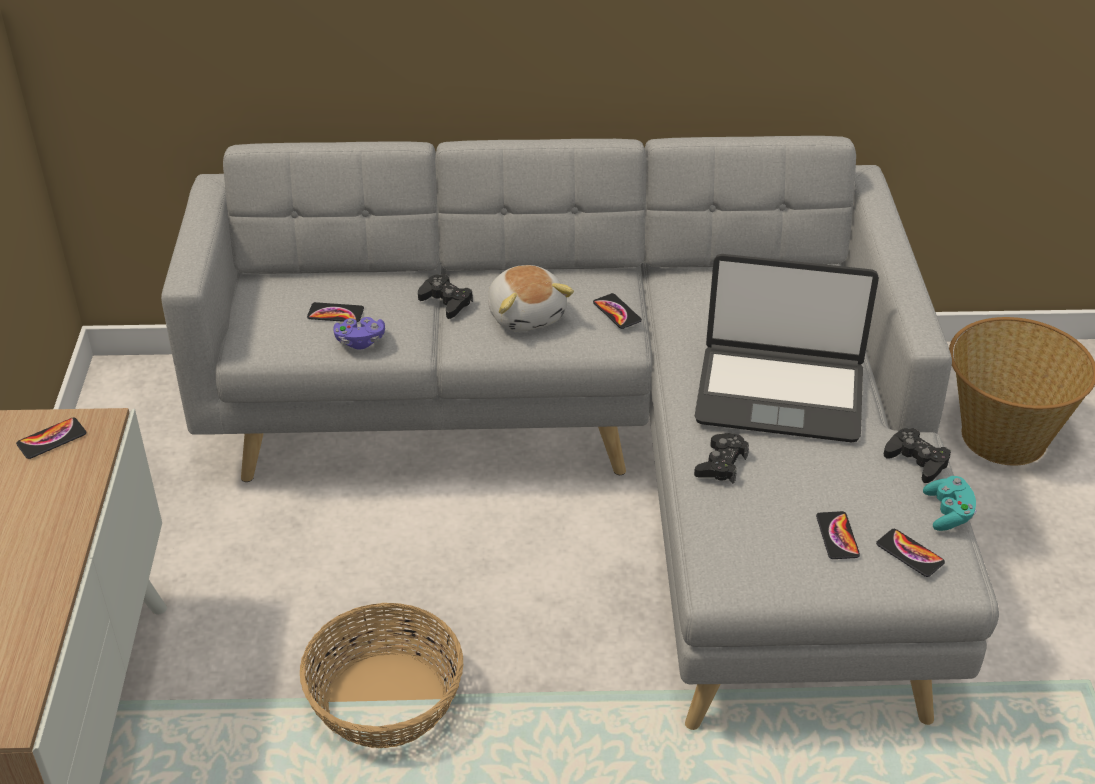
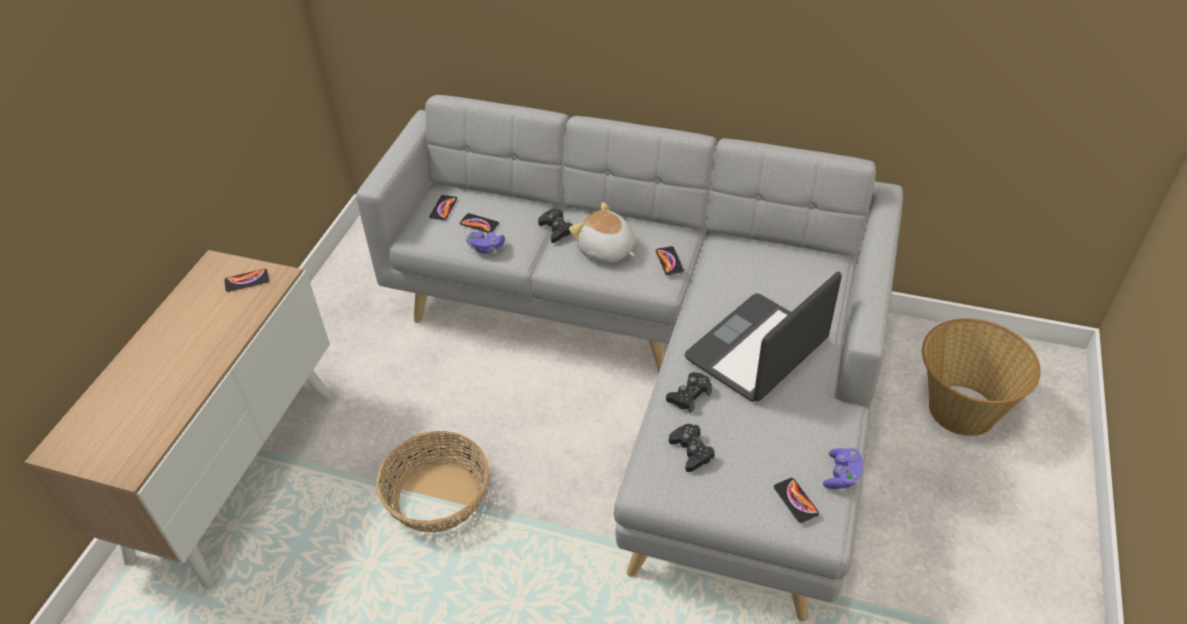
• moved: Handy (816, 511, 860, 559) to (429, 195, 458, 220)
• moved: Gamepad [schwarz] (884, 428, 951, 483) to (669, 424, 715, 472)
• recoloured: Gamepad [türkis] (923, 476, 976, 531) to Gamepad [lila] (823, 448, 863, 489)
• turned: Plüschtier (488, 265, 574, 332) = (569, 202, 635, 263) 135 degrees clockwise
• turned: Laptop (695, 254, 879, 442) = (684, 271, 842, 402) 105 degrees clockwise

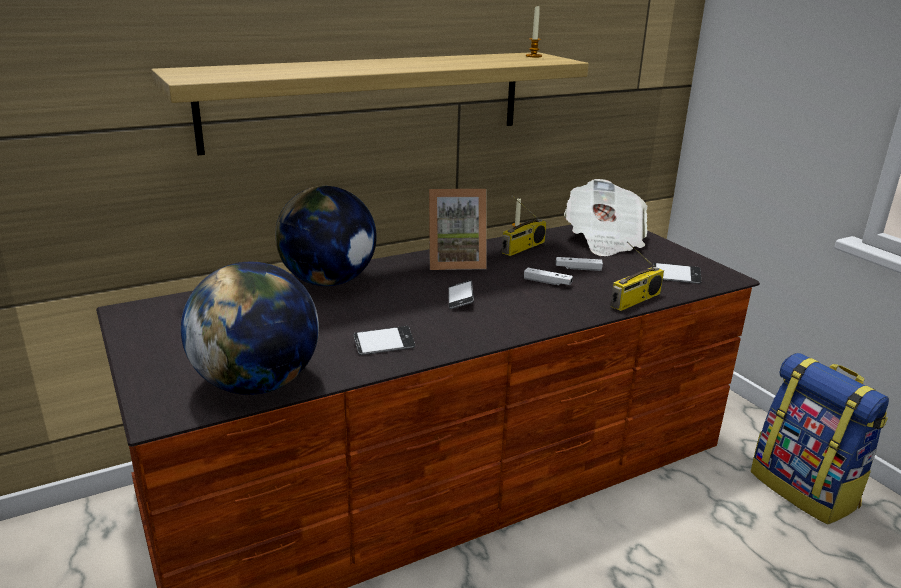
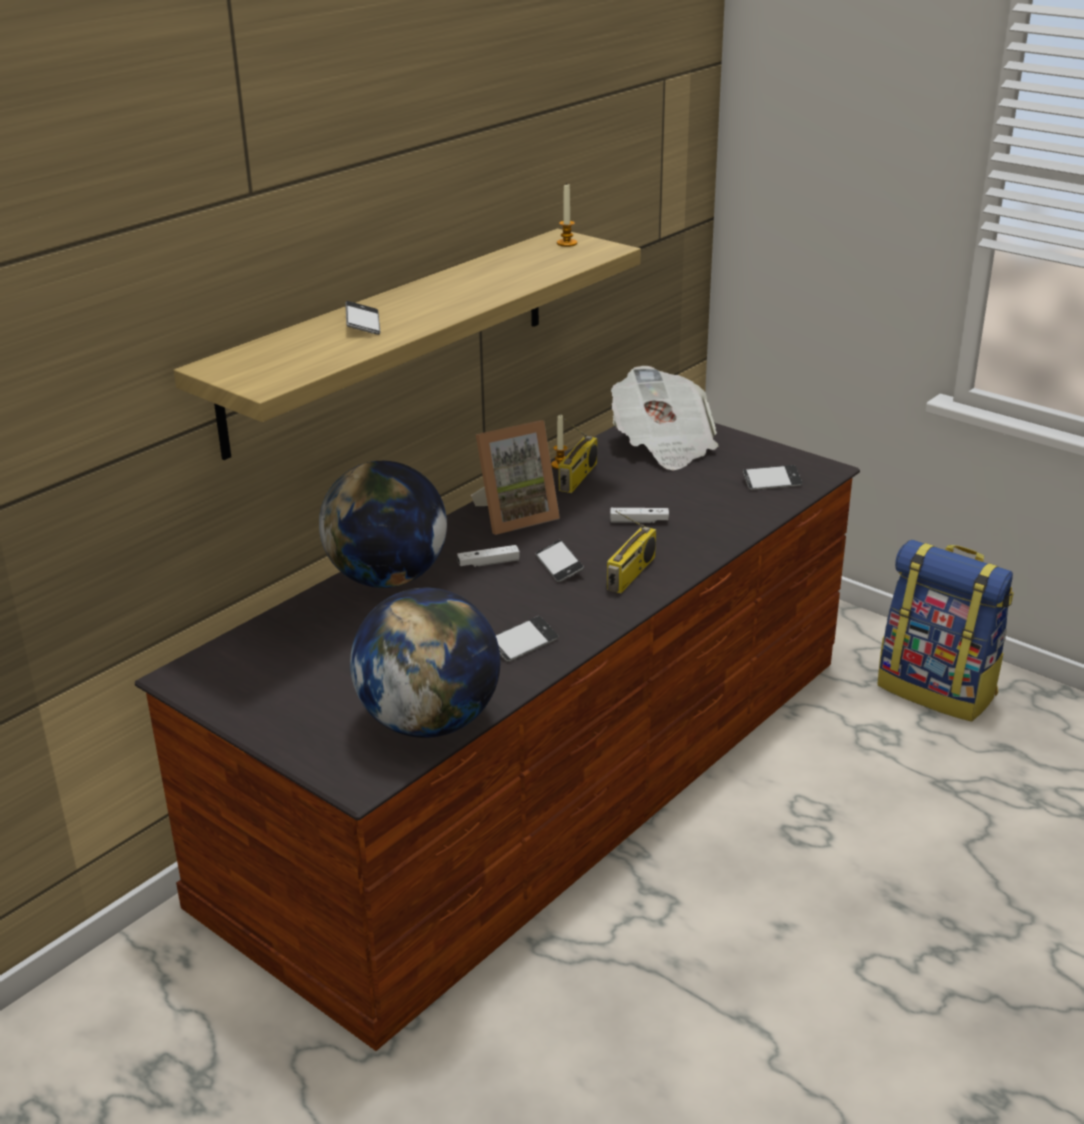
• added: Handy (345, 301, 380, 335)
• moved: Gamepad [weiß] (556, 257, 603, 271) to (457, 545, 520, 567)
• moved: Radio (610, 241, 664, 311) to (607, 511, 656, 594)

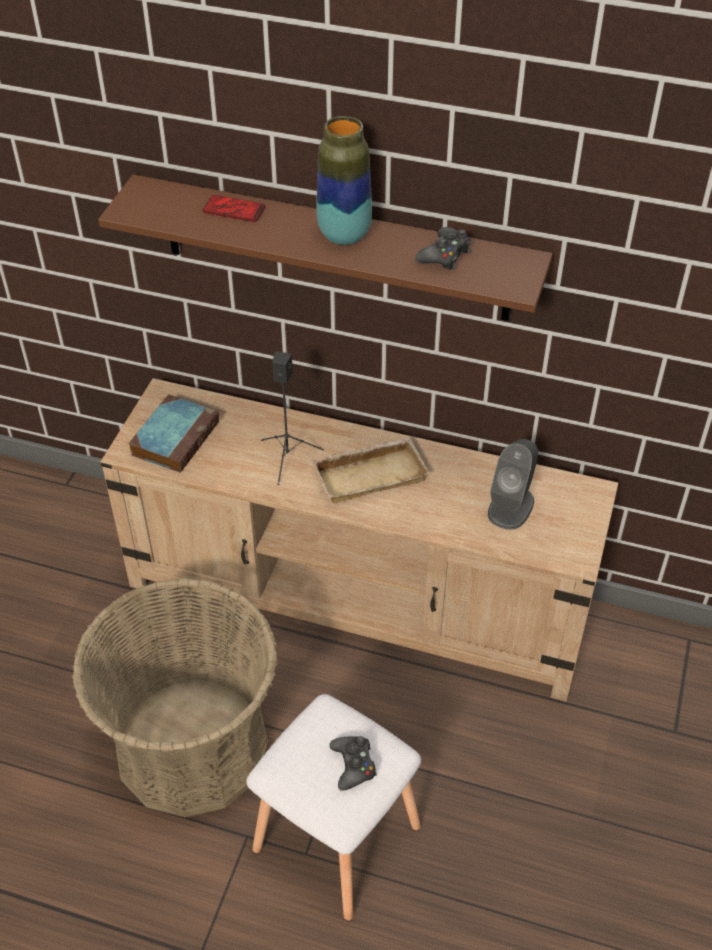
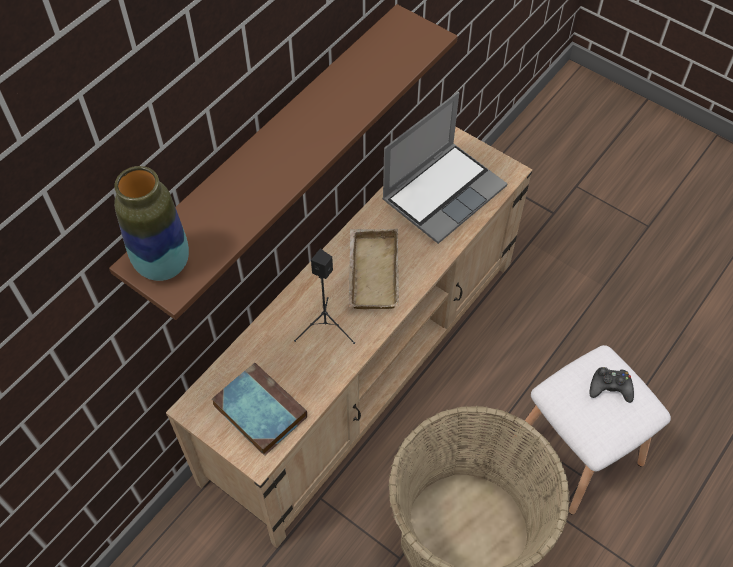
• removed: Handy (203, 195, 265, 222)
• removed: Gamepad [schwarz] (415, 227, 471, 270)
• moved: Vase (316, 116, 372, 245) to (114, 166, 189, 281)
• replaced: Lautsprecher [grau] (488, 439, 538, 530) to Laptop (382, 92, 508, 244)

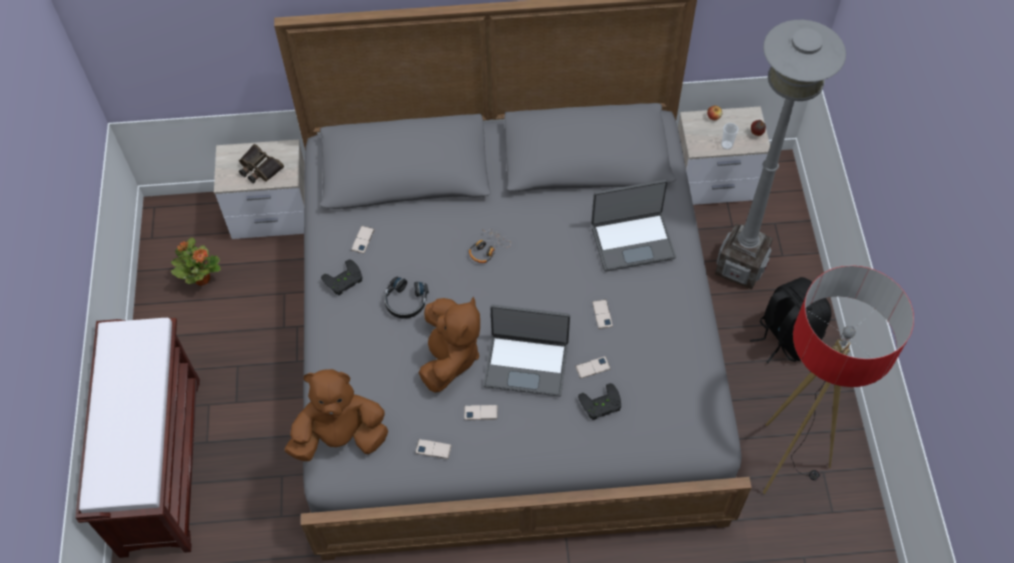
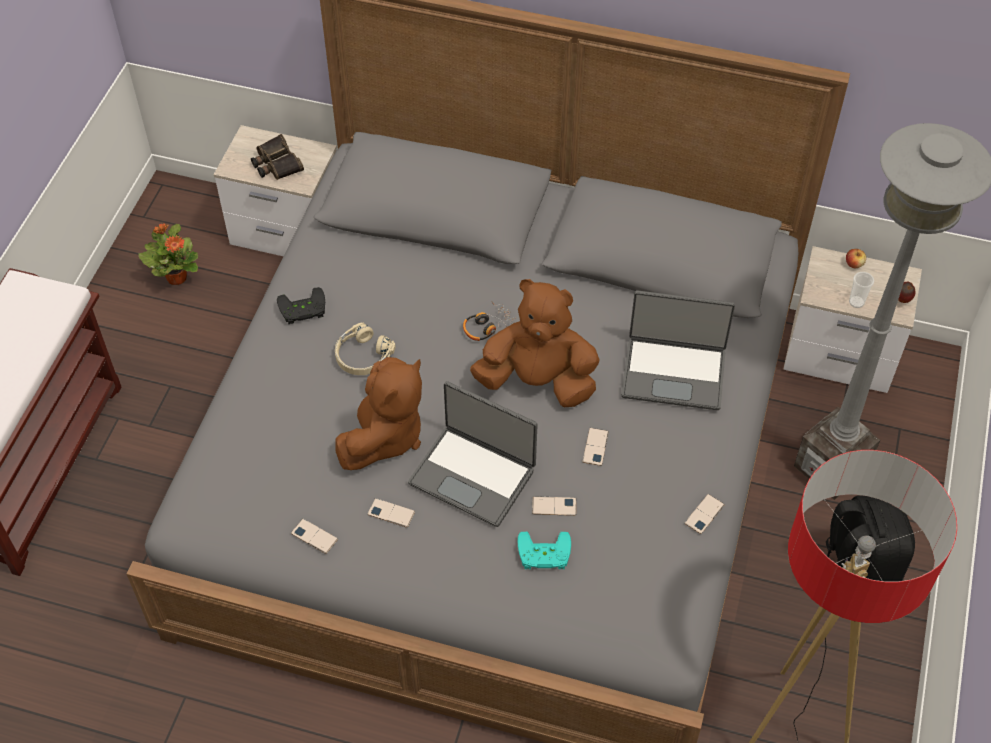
• moved: Plüschtier [braun] (285, 369, 388, 461) to (470, 279, 600, 407)
• moved: Handy (351, 226, 375, 253) to (684, 494, 725, 534)
• recoloured: Kopfhörer [schwarz] (384, 277, 429, 319) to Kopfhörer [beige] (335, 323, 395, 375)
• recoloured: Gamepad [schwarz] (578, 383, 621, 420) to Gamepad [türkis] (518, 532, 571, 569)

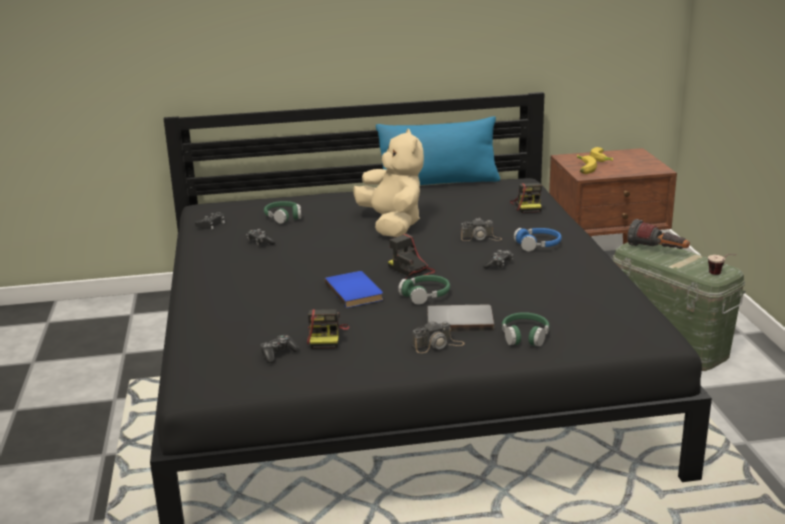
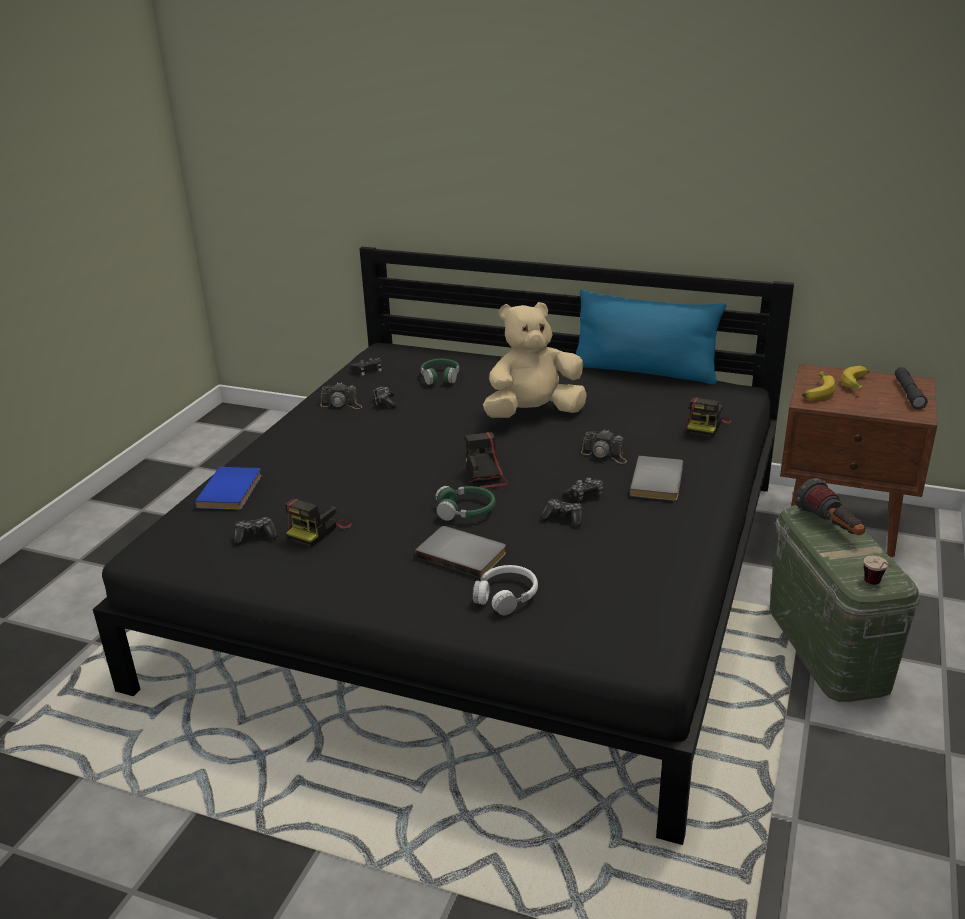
• added: Gamepad (540, 499, 582, 527)
• added: Taschenlampe [grau] (895, 367, 928, 410)
• moved: Buch [blau] (325, 271, 383, 308) to (195, 467, 262, 510)
• moved: Kamera (413, 320, 465, 353) to (320, 382, 363, 409)
• replaced: Kopfhörer [blau] (514, 228, 562, 252) to Buch [grau] (630, 456, 683, 501)
• recoloured: Kopfhörer [grün] (502, 312, 550, 347) to Kopfhörer [weiß] (473, 565, 538, 616)
• turned: Plüschtier [beige] (353, 129, 424, 237) = (483, 302, 587, 418) 120 degrees counterclockwise

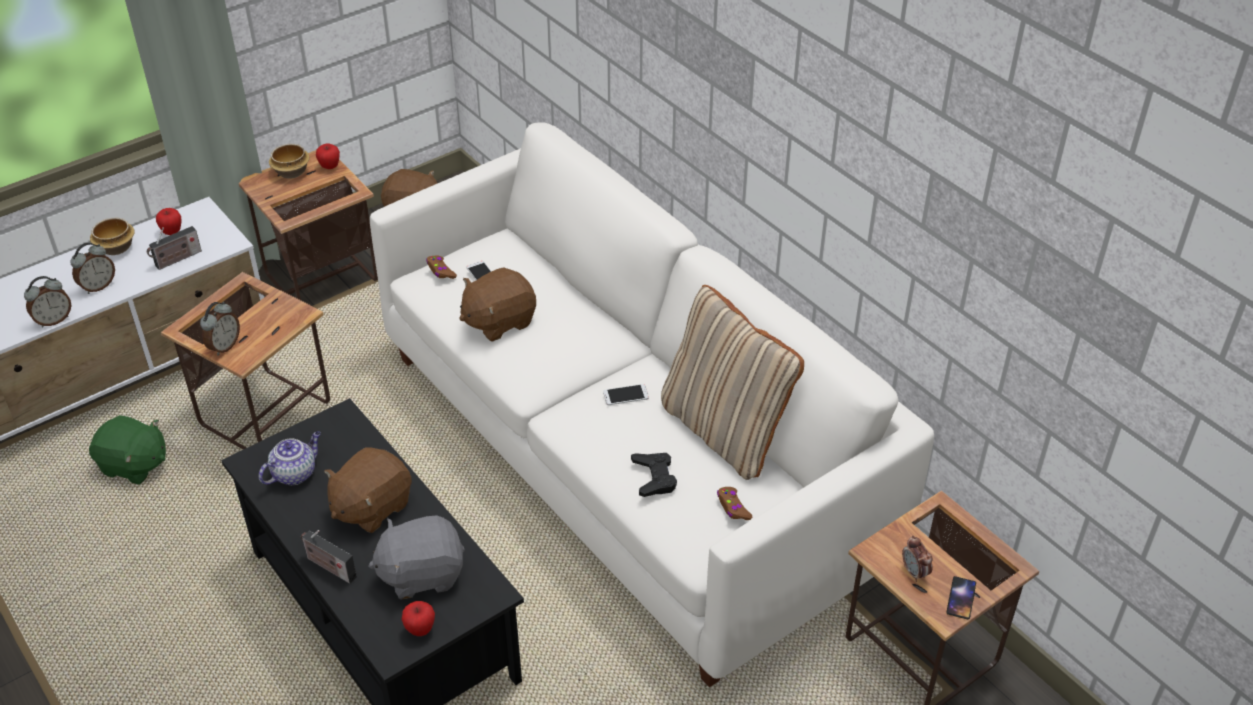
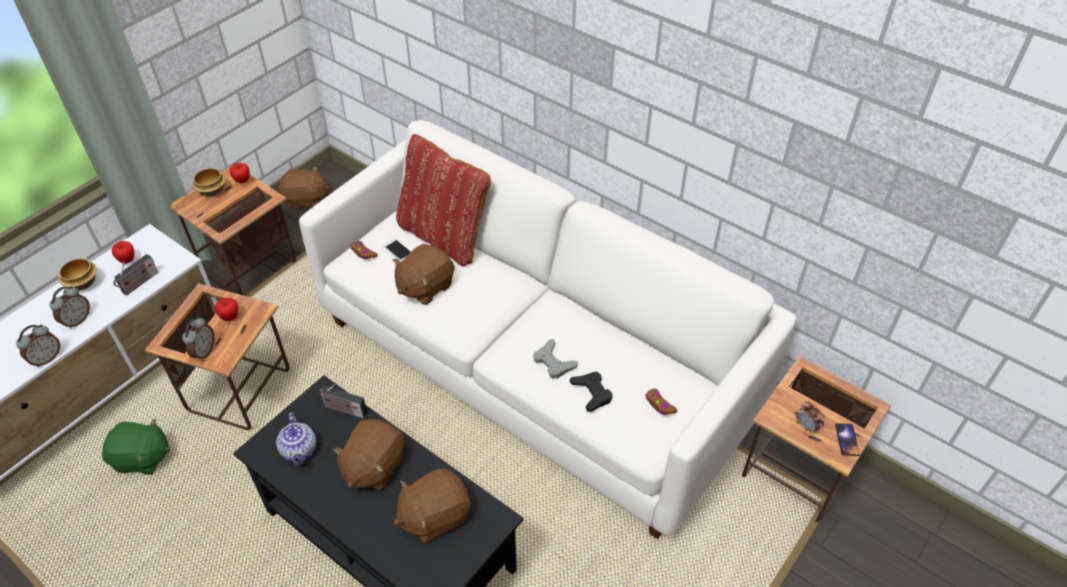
• removed: Handy (603, 384, 649, 405)
• removed: Kissen [beige] (661, 285, 804, 480)
• added: Kissen [rot] (396, 134, 491, 266)
• added: Gamepad [grau] (533, 339, 578, 379)
• moved: Radio (301, 530, 357, 584) to (318, 384, 367, 419)
• moved: Apfel (401, 601, 435, 636) to (215, 298, 238, 321)
• recoloured: Plüschtier [grau] (368, 515, 465, 599) to Plüschtier [braun] (394, 469, 471, 543)
• turned: Teekanne (259, 431, 321, 485) = (276, 412, 316, 466) 135 degrees clockwise

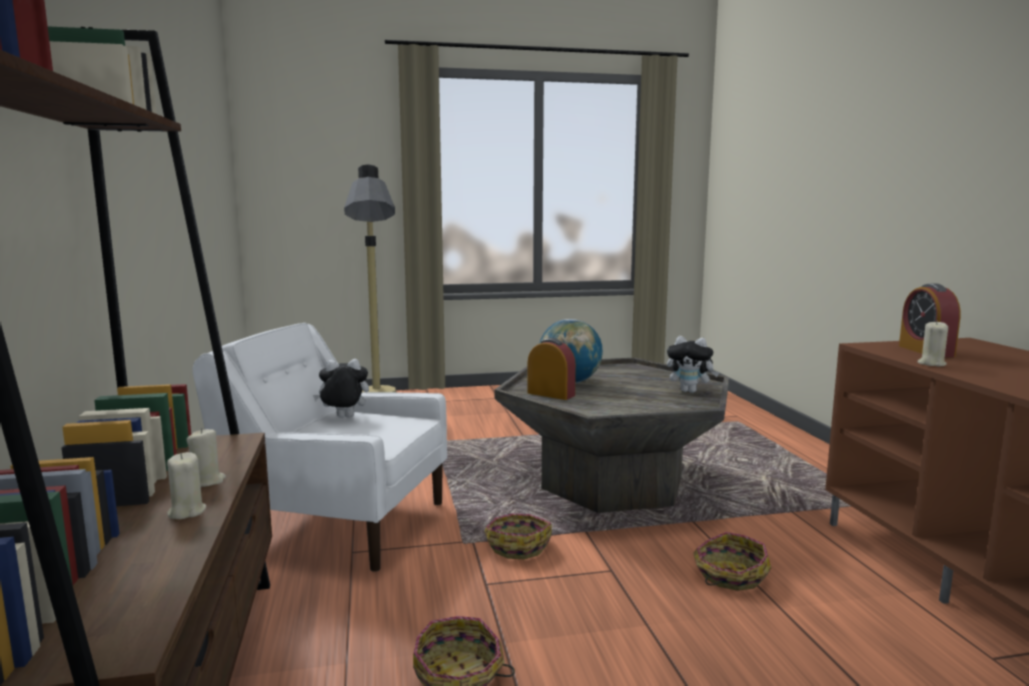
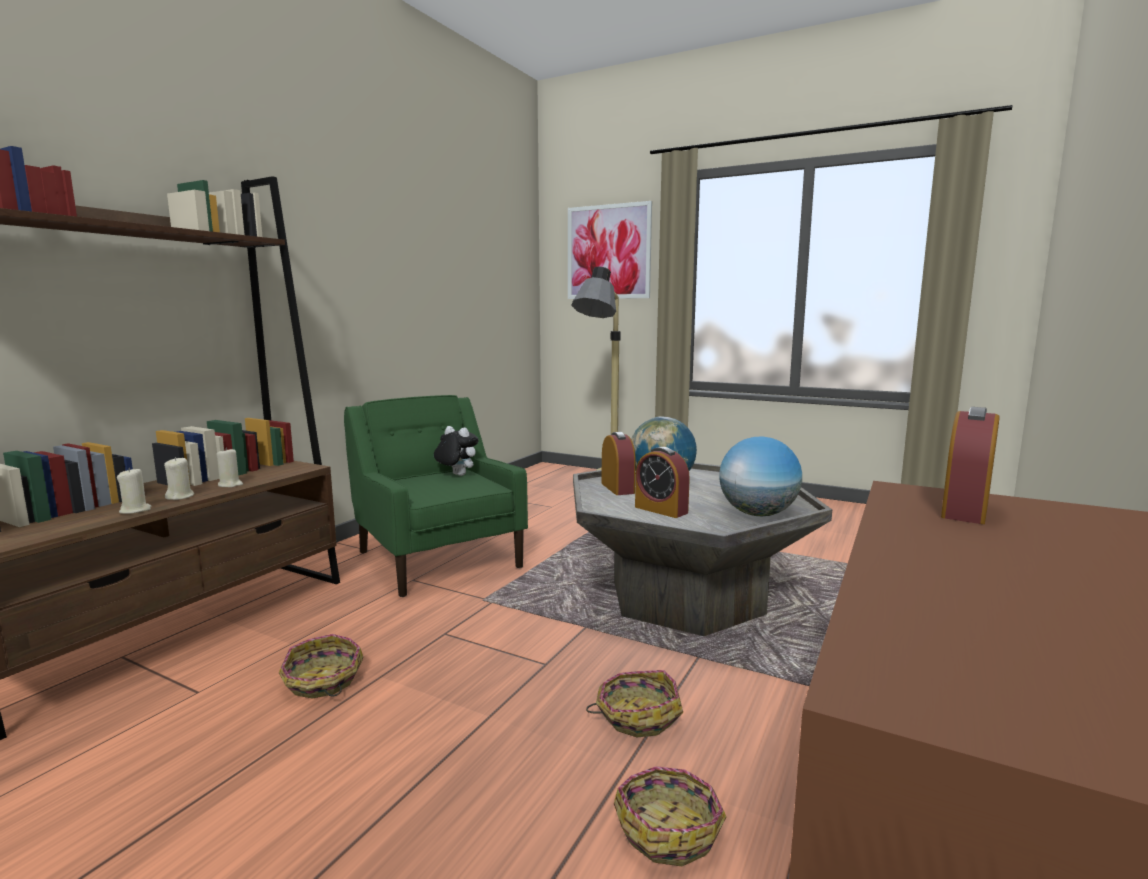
• added: Bild (568, 201, 652, 299)
• added: Wecker (635, 447, 690, 518)
• moved: Korb (484, 513, 552, 559) to (614, 766, 726, 866)
• moved: Kerze [beige] (917, 321, 948, 366) to (117, 468, 151, 514)
• replaced: Plüschtier (667, 336, 719, 393) to Globus (719, 436, 802, 516)
• recoloured: Sessel [weiß] (192, 323, 447, 572) to Sessel [grün] (344, 395, 528, 597)

